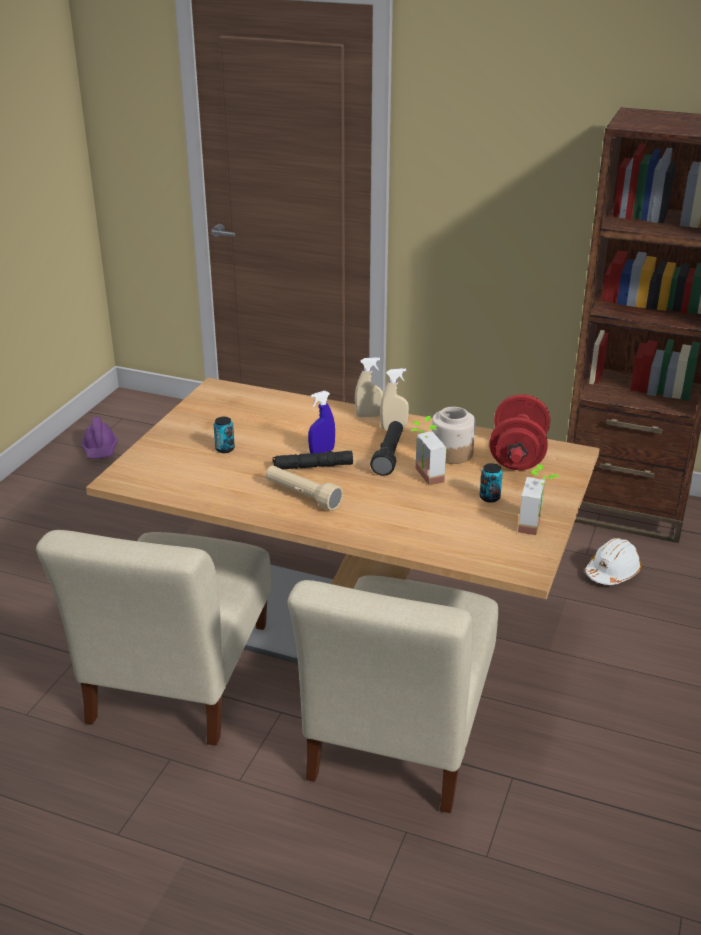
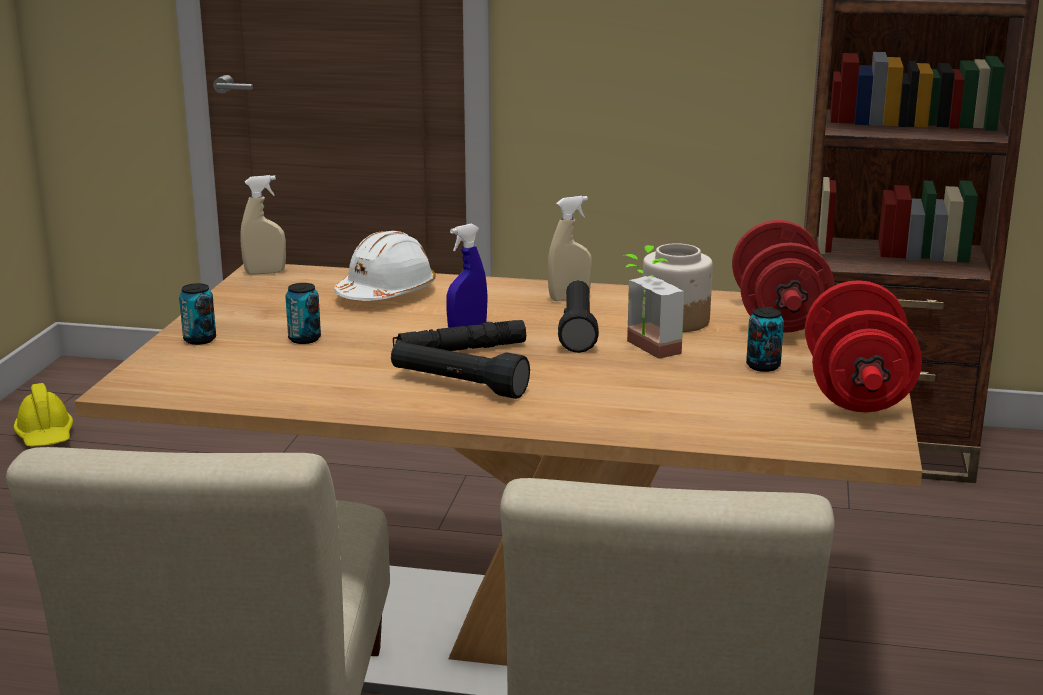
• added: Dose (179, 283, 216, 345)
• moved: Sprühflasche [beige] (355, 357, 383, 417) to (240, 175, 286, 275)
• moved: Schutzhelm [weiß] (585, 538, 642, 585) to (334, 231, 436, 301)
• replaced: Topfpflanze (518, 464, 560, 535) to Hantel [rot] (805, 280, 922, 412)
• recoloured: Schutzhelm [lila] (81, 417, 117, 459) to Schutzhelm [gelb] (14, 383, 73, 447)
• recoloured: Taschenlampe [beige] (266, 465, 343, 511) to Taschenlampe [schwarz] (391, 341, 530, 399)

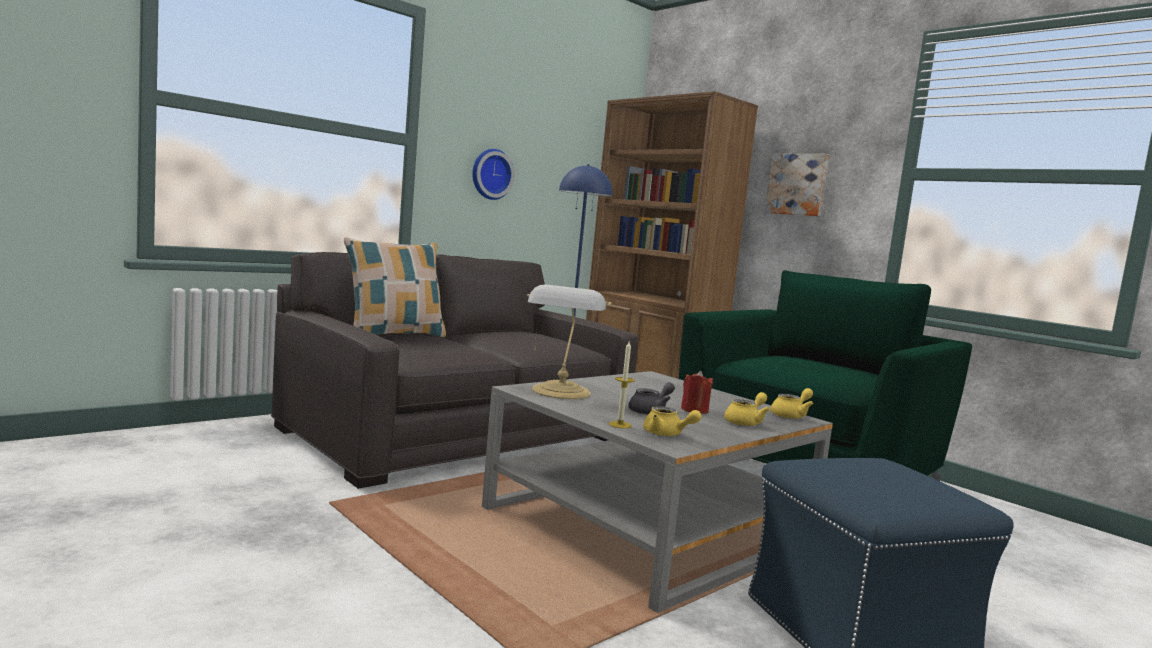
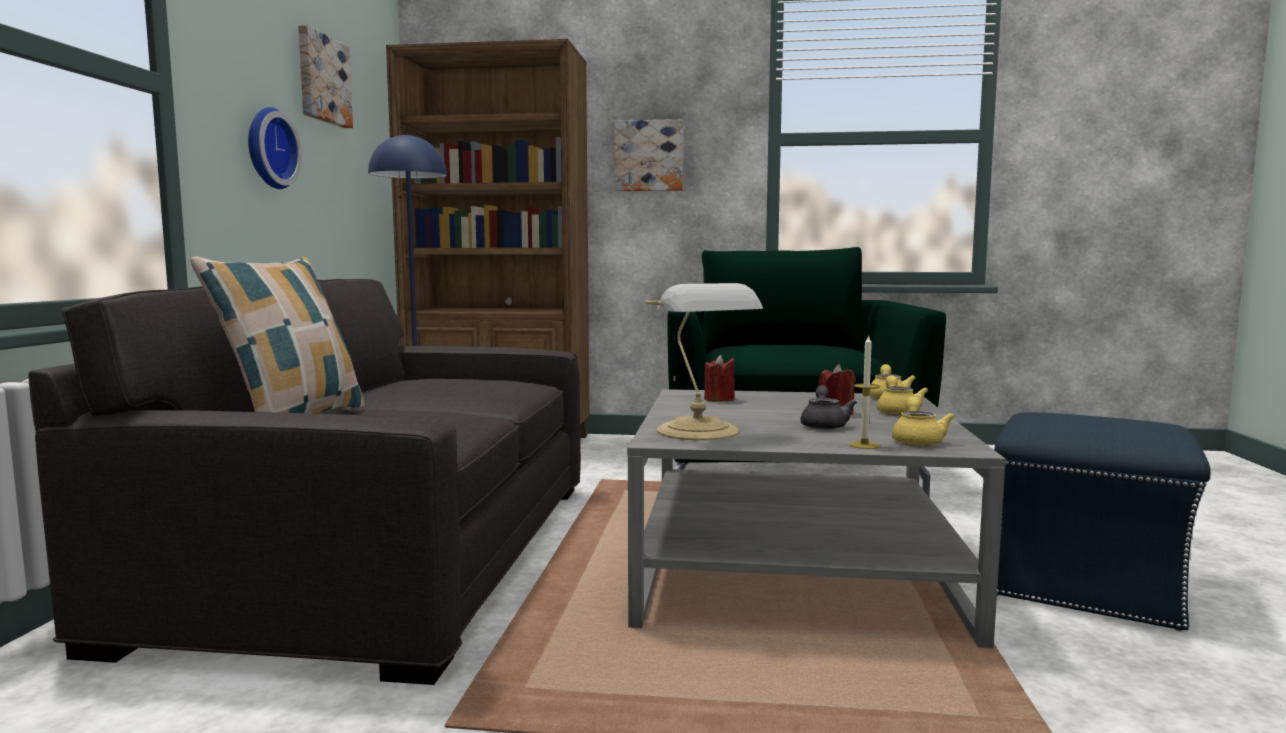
• added: Bild (298, 25, 353, 128)
• added: Kerze [rot] (704, 355, 735, 402)
• turned: Teekanne [gelb] (643, 406, 702, 436) = (892, 397, 955, 446) 75 degrees counterclockwise

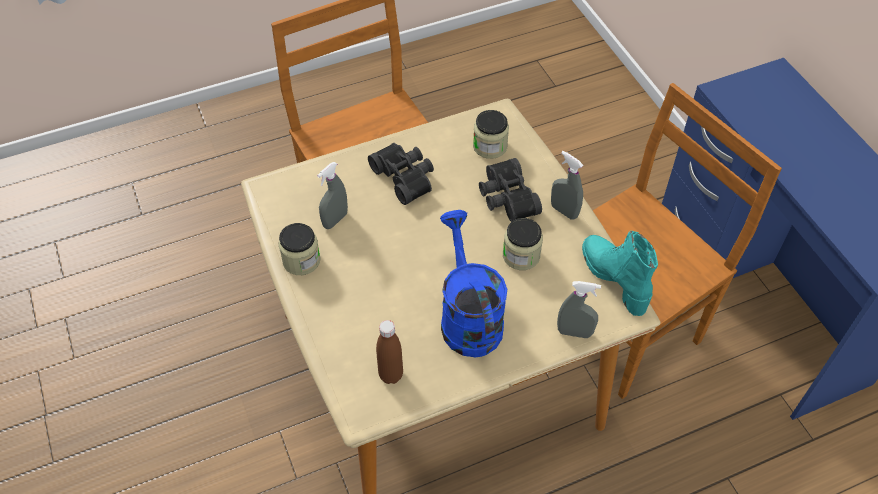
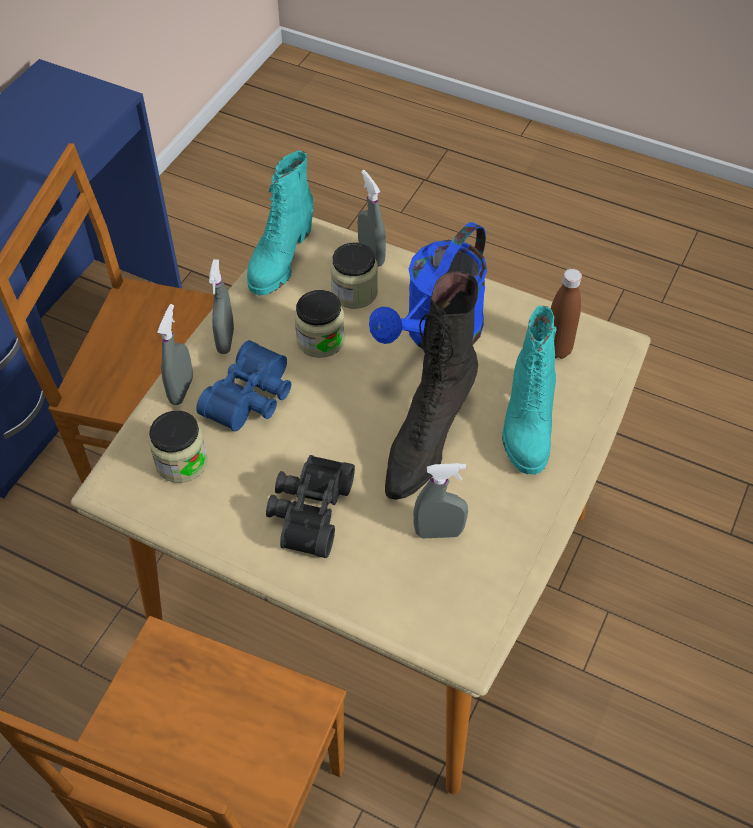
• added: Sprühflasche [grau] (157, 304, 193, 405)
• added: Stiefel [schwarz] (385, 271, 478, 500)
• added: Stiefel [türkis] (502, 306, 556, 475)
• moved: Vorratsglas (278, 223, 321, 275) to (330, 243, 378, 309)
• recoloured: Fernglas [schwarz] (479, 158, 542, 222) to Fernglas [blau] (196, 340, 291, 432)

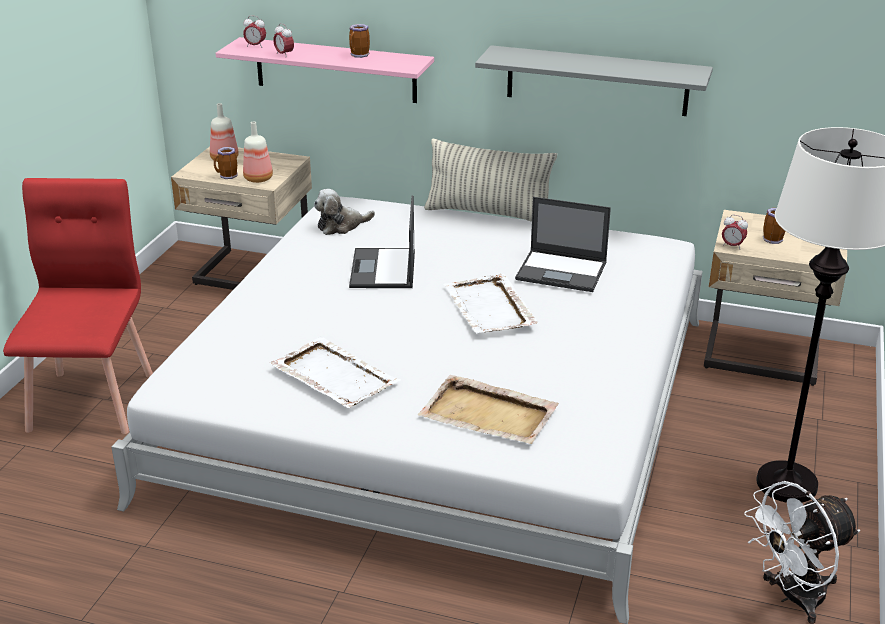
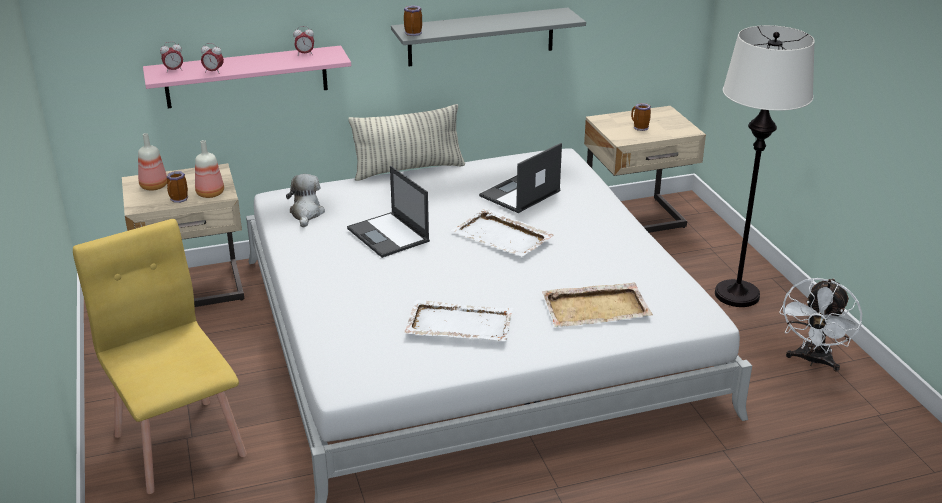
• moved: Henkelbecher (349, 24, 370, 58) to (404, 5, 422, 36)
• moved: Wecker (722, 215, 748, 250) to (293, 26, 314, 55)
• recoloured: Stuhl [rot] (3, 178, 153, 434) to Stuhl [gelb] (73, 219, 247, 494)
• turned: Plüschtier (314, 189, 375, 235) = (286, 174, 325, 228) 150 degrees clockwise
• turned: Laptop (515, 197, 611, 292) = (479, 143, 562, 213) 150 degrees clockwise

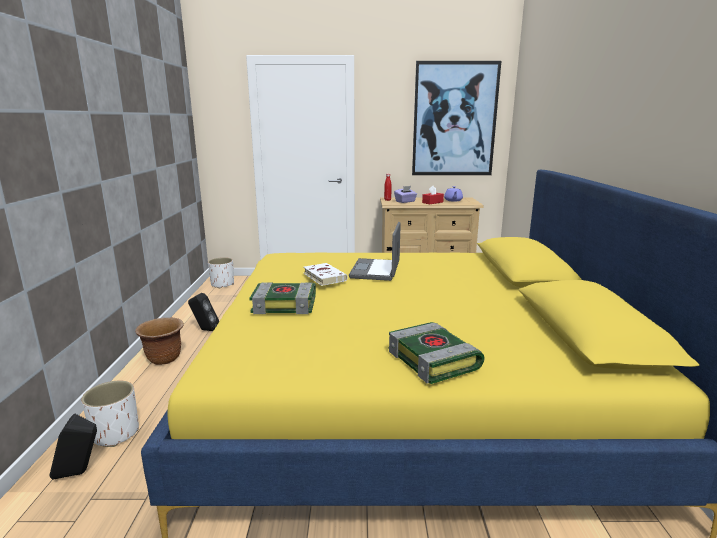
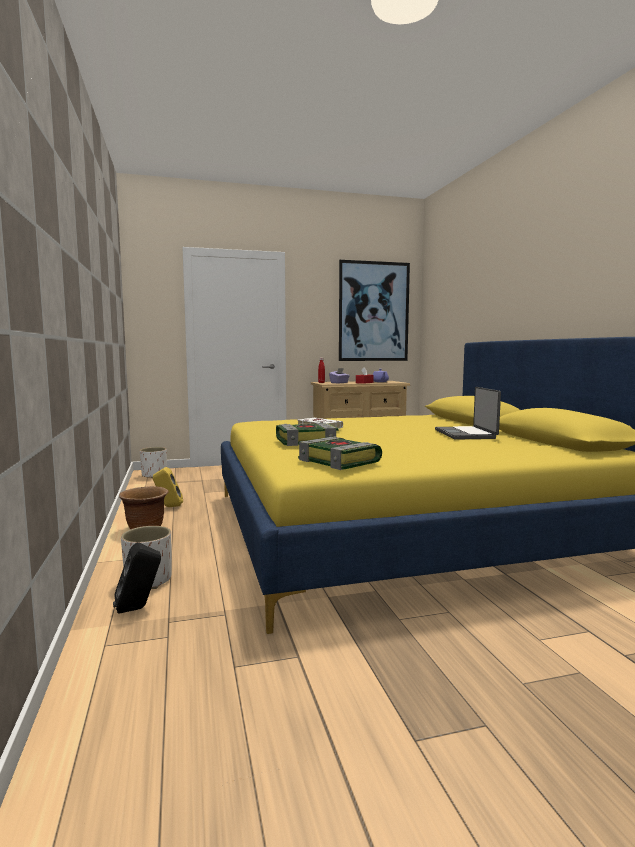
• moved: Laptop (349, 222, 401, 281) to (435, 387, 501, 440)
• moved: Buch (389, 322, 484, 384) to (298, 437, 382, 470)
• recoloured: Lautsprecher [schwarz] (188, 293, 219, 331) to Lautsprecher [gelb] (153, 467, 183, 507)

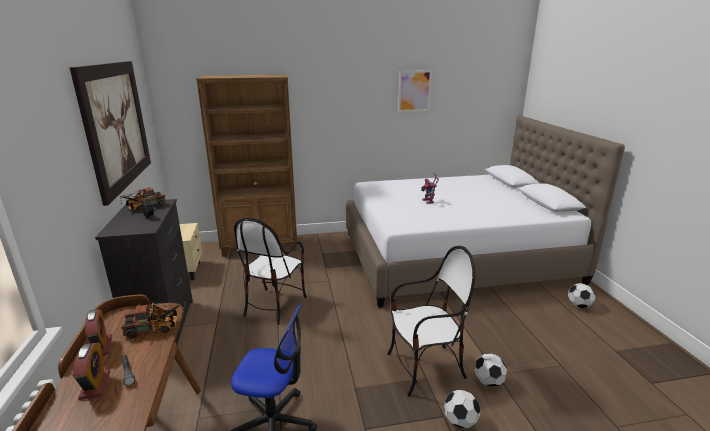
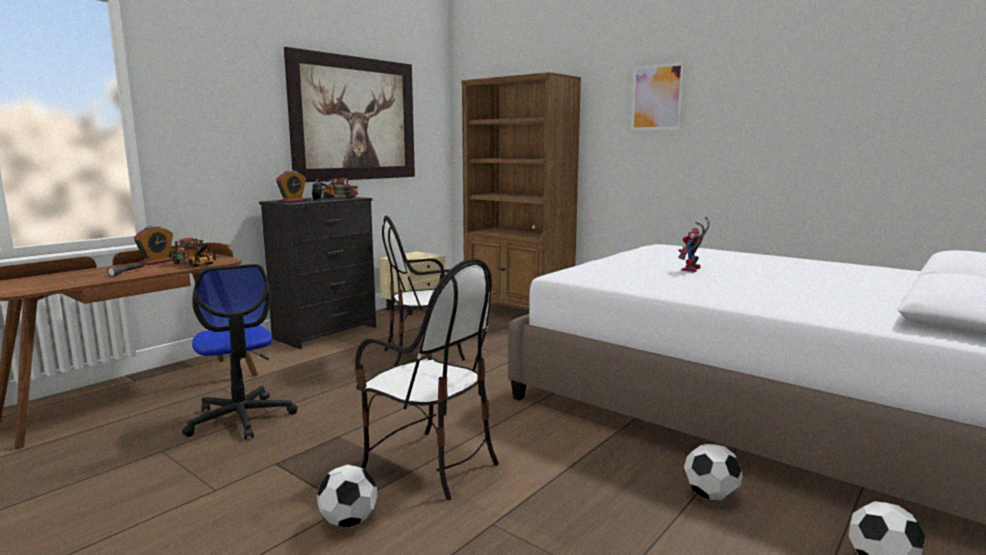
• moved: Wecker (73, 342, 110, 400) to (276, 171, 307, 203)
• moved: Bild (398, 70, 432, 112) to (631, 62, 685, 131)
• moved: Fußball (475, 353, 507, 387) to (684, 444, 743, 500)

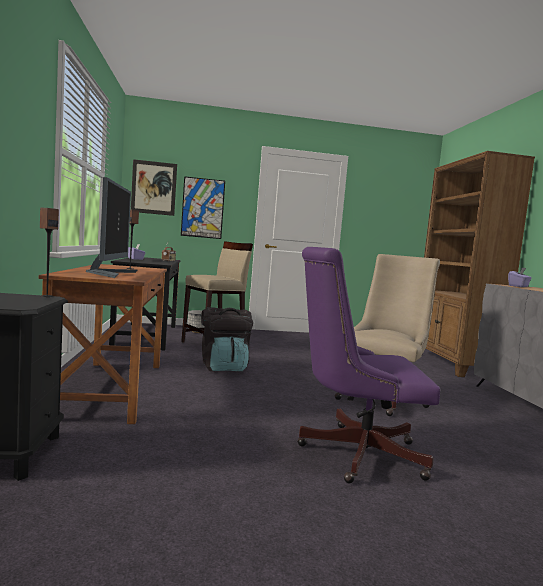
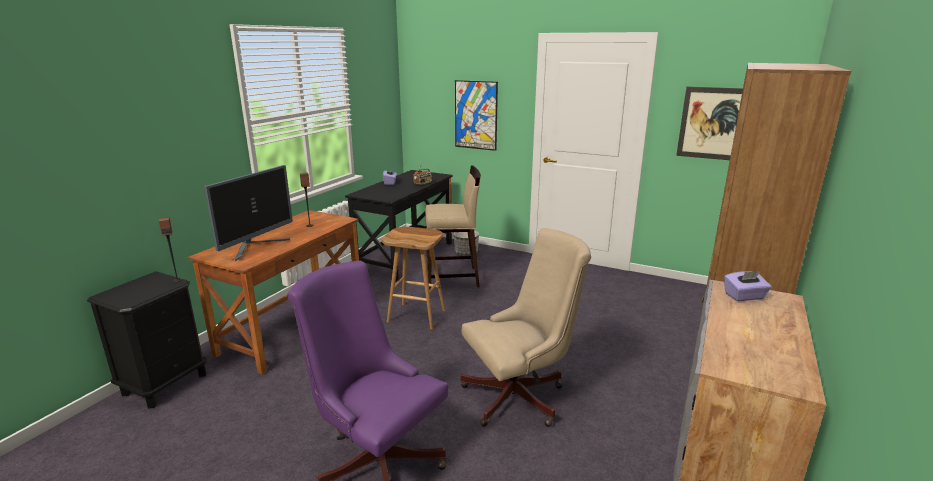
• moved: Bild (131, 159, 177, 216) to (676, 87, 743, 160)
• replaced: Rucksack [schwarz] (201, 307, 253, 372) to Hocker [braun] (382, 227, 446, 329)

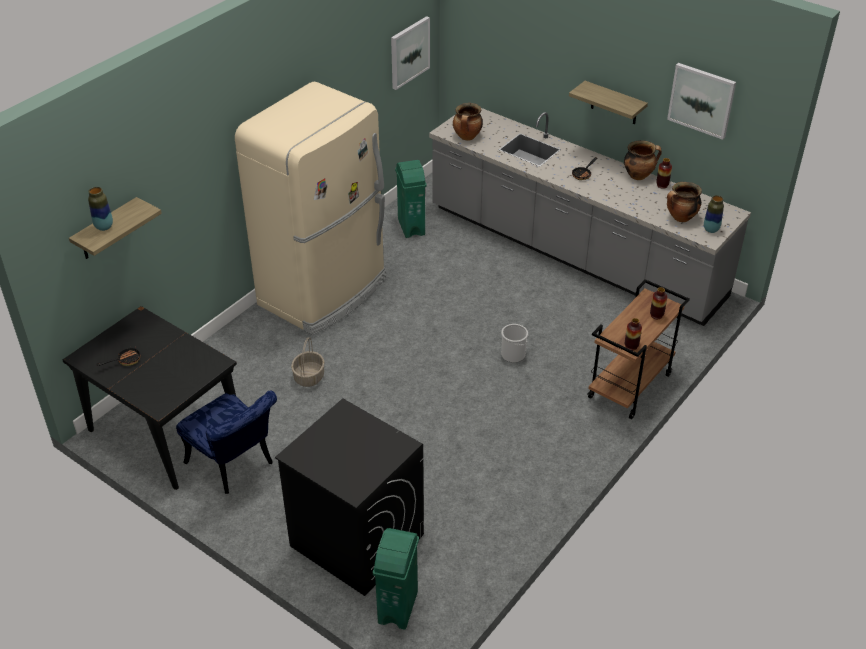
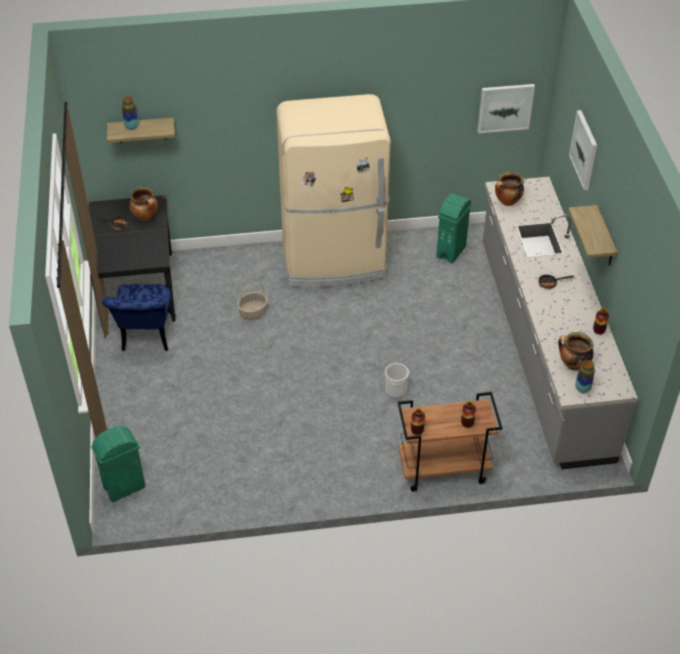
• removed: Waschmaschine [schwarz] (275, 399, 424, 596)
• moved: Kochtopf (624, 140, 662, 180) to (129, 186, 158, 221)
• moved: Bild (667, 63, 736, 140) to (569, 110, 597, 190)

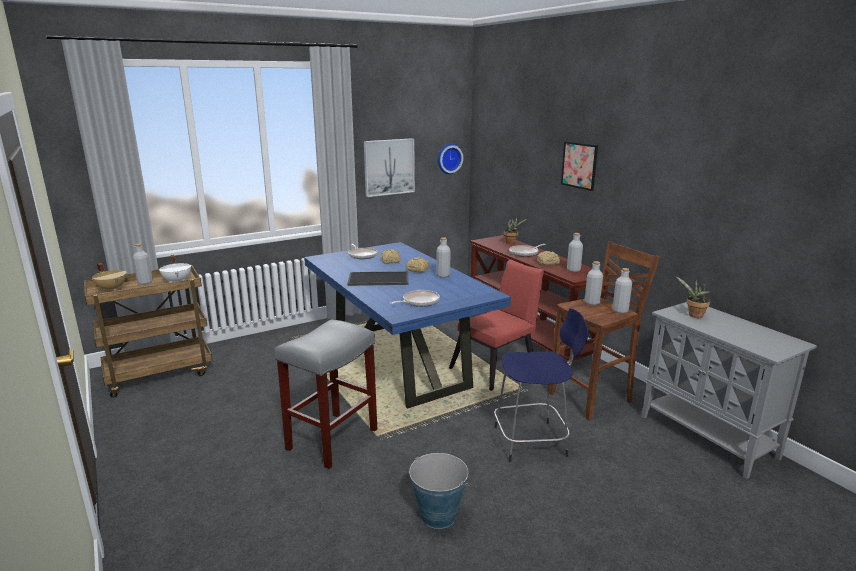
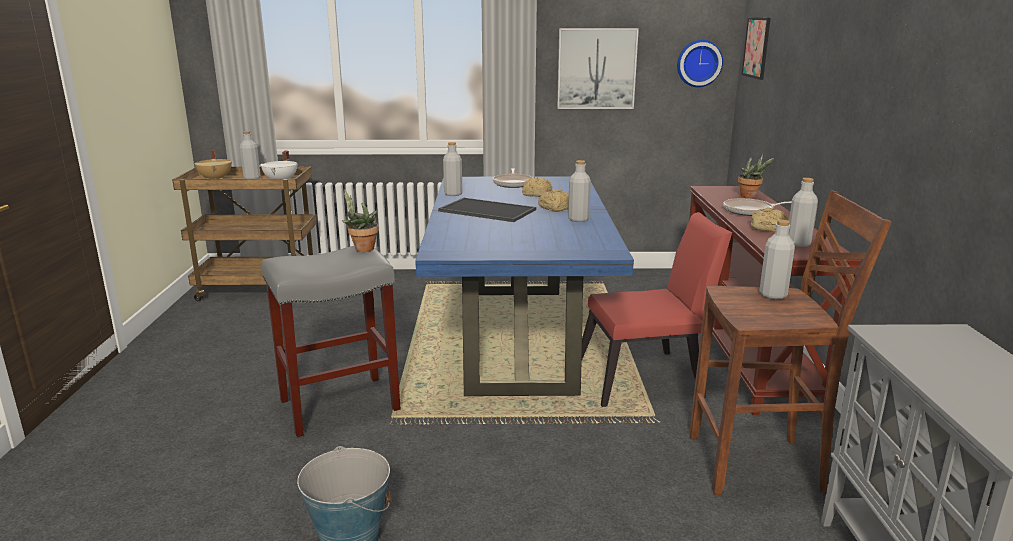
• removed: Pfanne (390, 290, 440, 307)
• removed: Hocker [blau] (494, 309, 588, 462)
• moved: Bild (561, 141, 598, 191) to (741, 17, 771, 80)
• moved: Flasche [grau] (612, 268, 632, 314) to (443, 142, 462, 196)
• moved: Topfpflanze (675, 276, 711, 318) to (342, 189, 379, 252)

